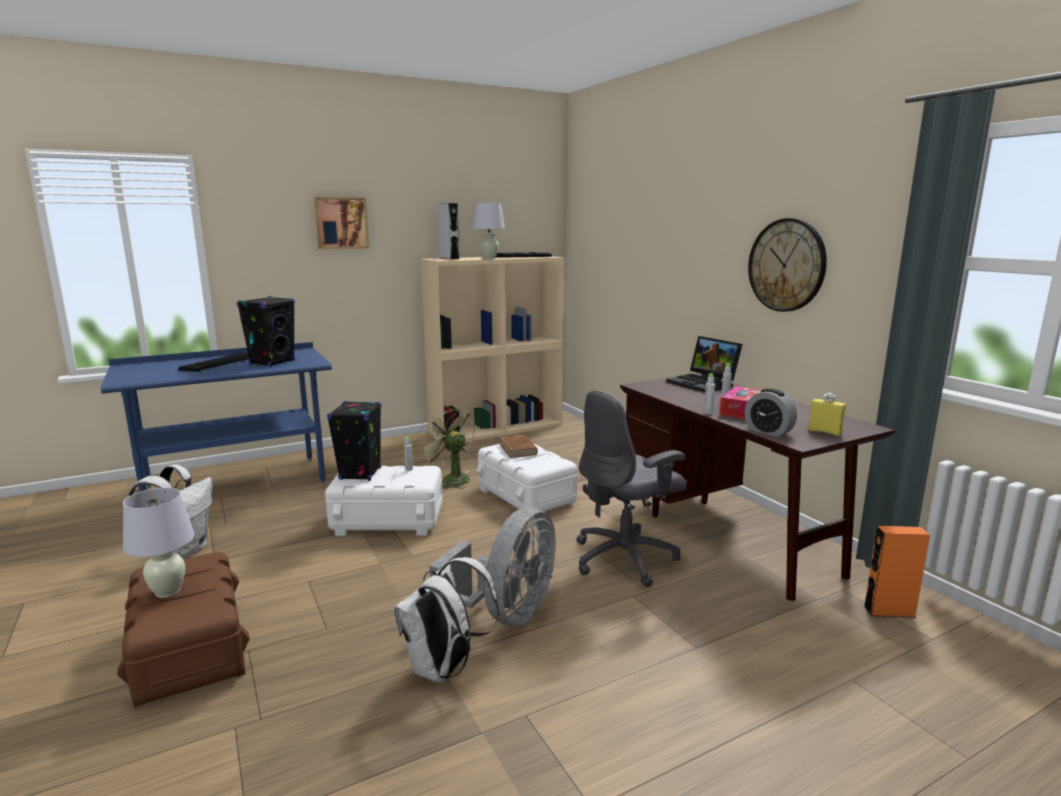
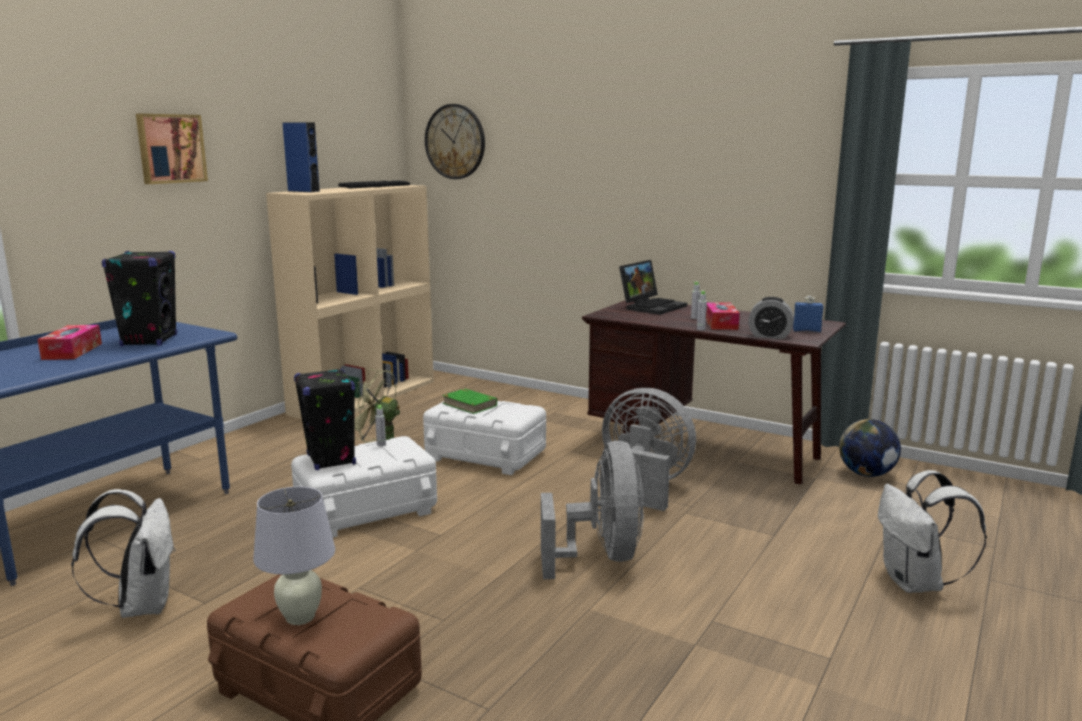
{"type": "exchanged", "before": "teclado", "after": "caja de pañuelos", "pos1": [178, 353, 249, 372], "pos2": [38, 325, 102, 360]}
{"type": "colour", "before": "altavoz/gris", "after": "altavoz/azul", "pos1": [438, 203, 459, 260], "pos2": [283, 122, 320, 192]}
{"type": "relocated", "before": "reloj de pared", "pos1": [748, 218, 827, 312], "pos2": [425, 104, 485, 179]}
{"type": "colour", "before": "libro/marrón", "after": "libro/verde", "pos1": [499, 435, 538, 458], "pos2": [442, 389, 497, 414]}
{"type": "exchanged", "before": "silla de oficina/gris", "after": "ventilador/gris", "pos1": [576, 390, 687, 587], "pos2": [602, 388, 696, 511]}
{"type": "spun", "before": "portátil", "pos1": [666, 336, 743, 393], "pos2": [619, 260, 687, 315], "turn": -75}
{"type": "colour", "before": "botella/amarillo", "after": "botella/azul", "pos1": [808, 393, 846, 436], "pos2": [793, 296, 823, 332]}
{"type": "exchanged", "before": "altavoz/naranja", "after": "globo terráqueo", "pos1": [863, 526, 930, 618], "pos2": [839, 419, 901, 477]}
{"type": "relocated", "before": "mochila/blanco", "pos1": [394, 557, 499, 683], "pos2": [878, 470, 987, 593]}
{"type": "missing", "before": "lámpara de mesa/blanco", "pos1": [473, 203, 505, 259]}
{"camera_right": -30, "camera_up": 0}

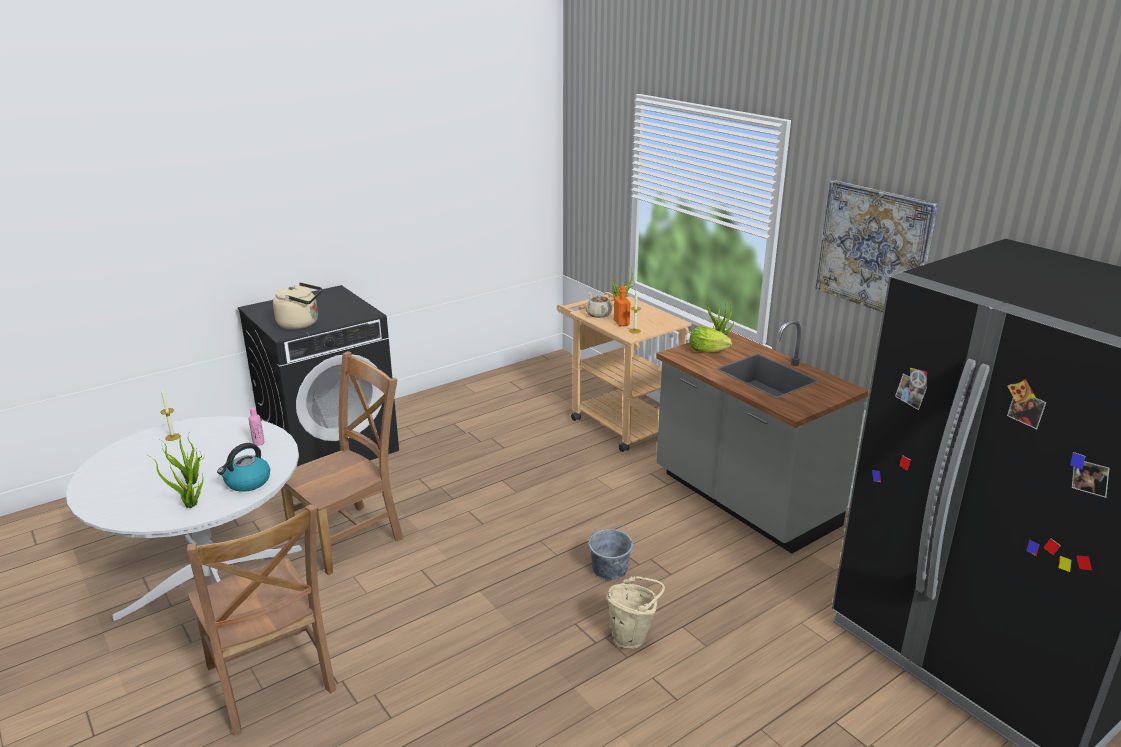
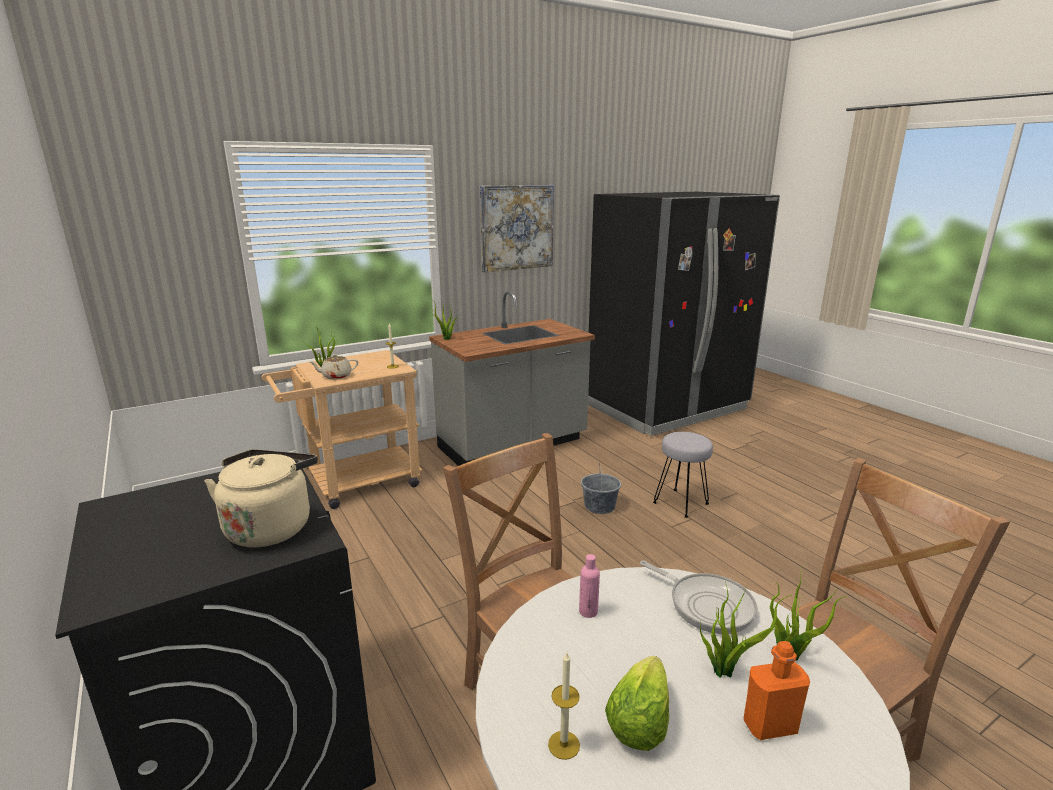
{"type": "relocated", "before": "lechuga", "pos1": [690, 326, 732, 353], "pos2": [605, 656, 669, 751]}
{"type": "exchanged", "before": "hervidor", "after": "sartén", "pos1": [217, 443, 270, 492], "pos2": [640, 560, 757, 634]}
{"type": "exchanged", "before": "cubo/beis", "after": "taburete/gris", "pos1": [607, 576, 665, 649], "pos2": [653, 432, 713, 518]}
{"type": "relocated", "before": "botella/naranja", "pos1": [614, 286, 631, 326], "pos2": [744, 641, 810, 740]}
{"camera_right": -85, "camera_up": -5}

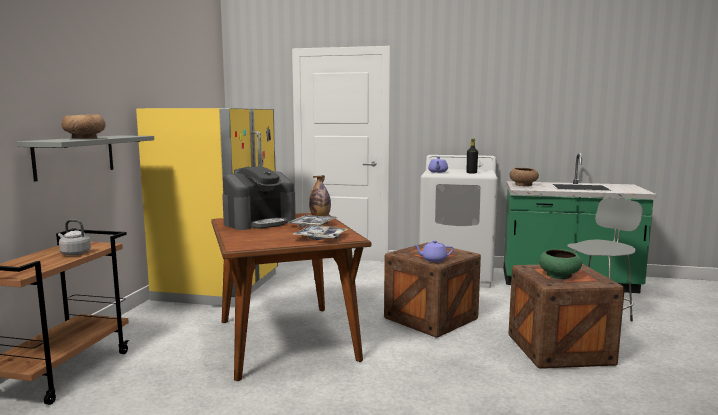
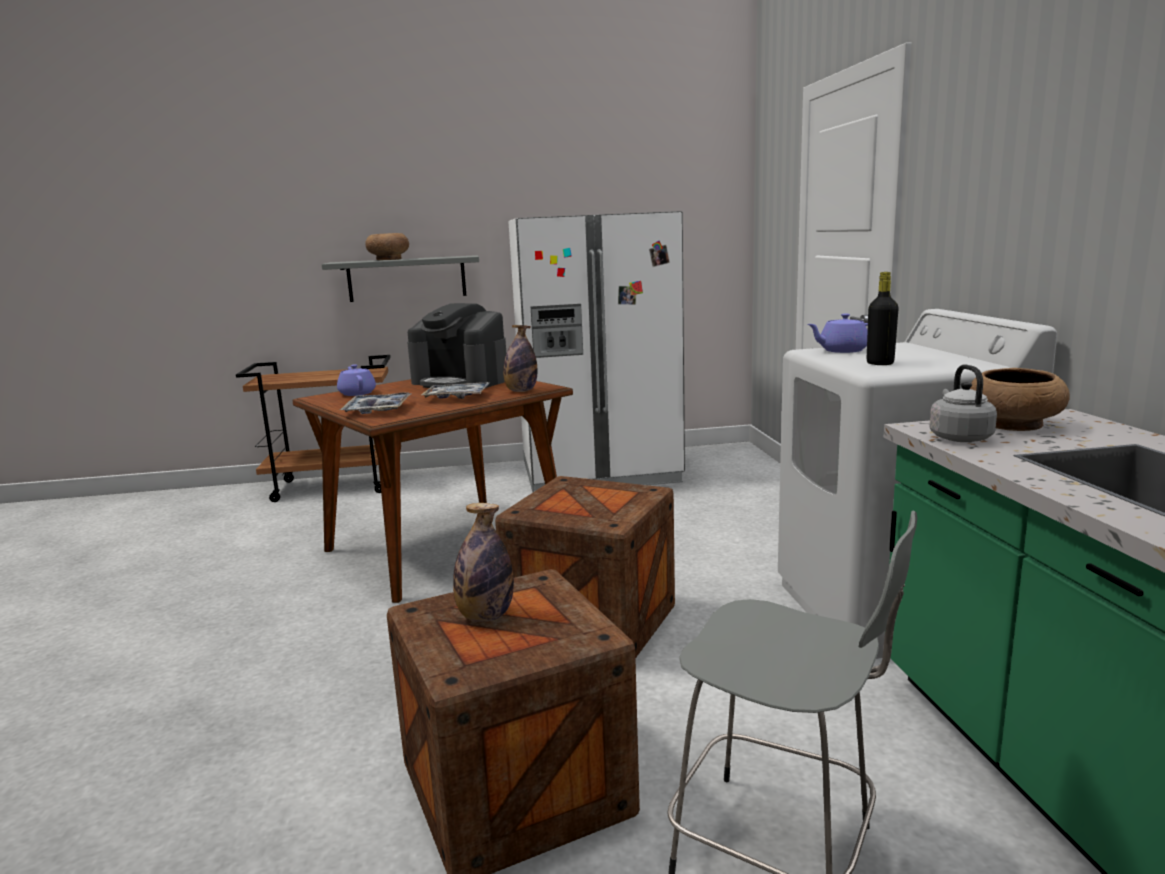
{"type": "relocated", "before": "tetera/morado", "pos1": [414, 240, 454, 262], "pos2": [337, 364, 376, 396]}
{"type": "exchanged", "before": "cuenco/verde", "after": "botella", "pos1": [539, 249, 582, 279], "pos2": [453, 503, 514, 622]}
{"type": "colour", "before": "nevera/amarillo", "after": "nevera/blanco", "pos1": [136, 108, 278, 306], "pos2": [508, 211, 685, 492]}
{"type": "relocated", "before": "hervidor/gris", "pos1": [58, 219, 91, 256], "pos2": [930, 364, 997, 442]}
{"camera_right": 70, "camera_up": 5}

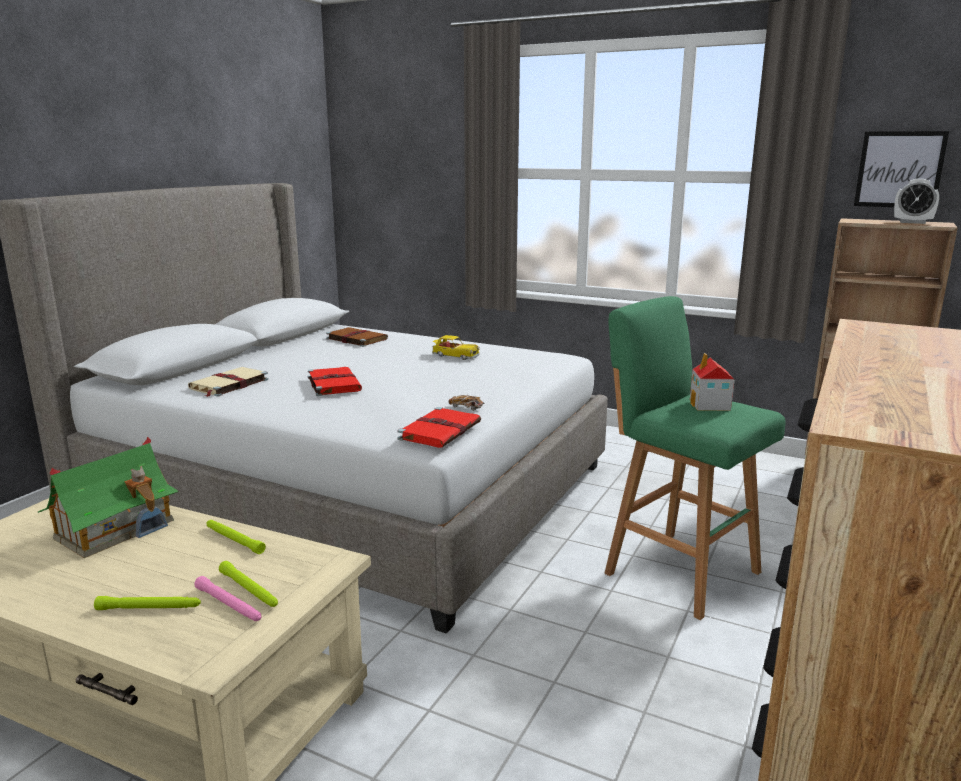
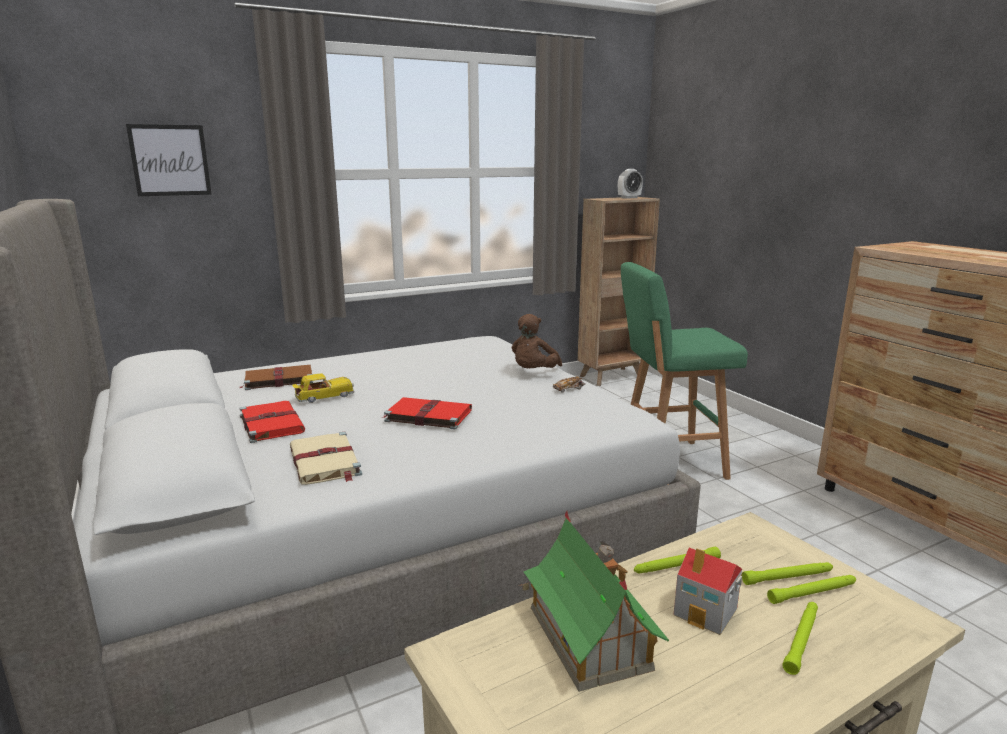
{"type": "relocated", "before": "cuadro", "pos1": [854, 131, 949, 207], "pos2": [126, 124, 212, 196]}
{"type": "relocated", "before": "libro/rojo", "pos1": [397, 407, 481, 448], "pos2": [240, 401, 305, 443]}
{"type": "relocated", "before": "coche de juguete", "pos1": [432, 335, 480, 360], "pos2": [292, 373, 354, 403]}
{"type": "appeared", "after": "peluche/marrón", "pos2": [512, 314, 562, 368]}
{"type": "relocated", "before": "casita", "pos1": [690, 353, 735, 411], "pos2": [674, 548, 742, 635]}
{"type": "colour", "before": "linterna/rosa", "after": "linterna/verde", "pos1": [194, 576, 262, 621], "pos2": [767, 575, 856, 604]}
{"camera_right": -55, "camera_up": 0}

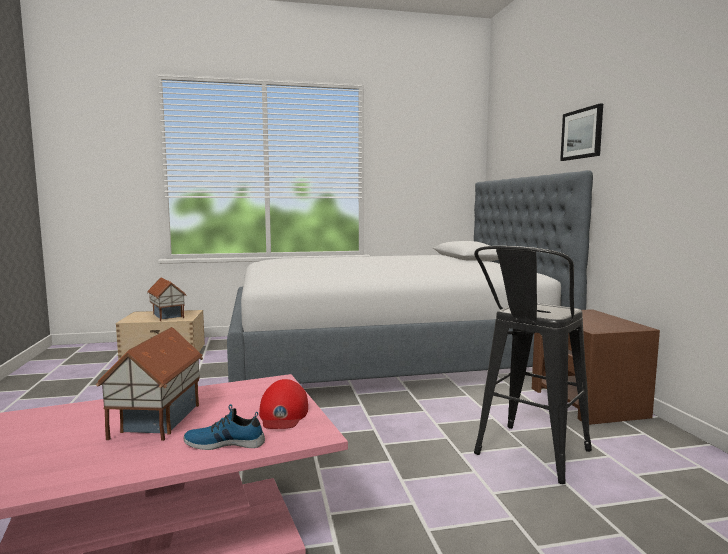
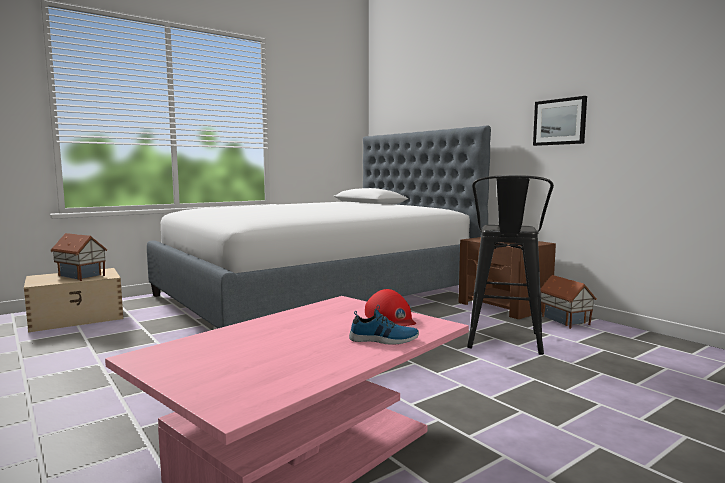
{"type": "spun", "before": "zapato", "pos1": [184, 404, 265, 450], "pos2": [349, 305, 419, 344], "turn": -150}
{"type": "relocated", "before": "cuadro", "pos1": [560, 104, 603, 161], "pos2": [533, 96, 587, 146]}
{"type": "relocated", "before": "casita", "pos1": [96, 327, 203, 441], "pos2": [541, 275, 597, 329]}
{"camera_right": -25, "camera_up": 0}

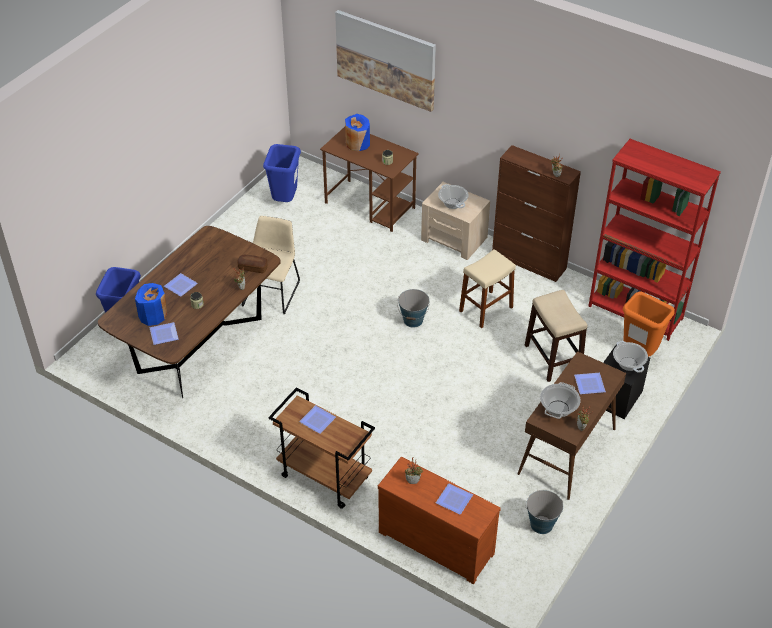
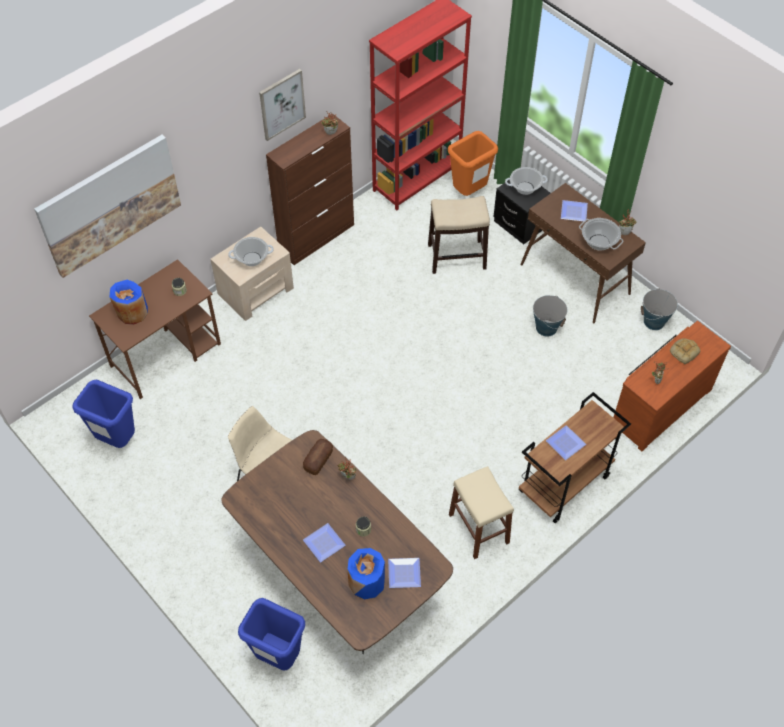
{"type": "appeared", "after": "cuadro", "pos2": [259, 69, 306, 141]}
{"type": "relocated", "before": "taburete/beis", "pos1": [459, 249, 516, 328], "pos2": [449, 466, 514, 559]}
{"type": "relocated", "before": "cubo", "pos1": [397, 289, 430, 328], "pos2": [533, 295, 568, 337]}
{"type": "exchanged", "before": "plato", "after": "pan", "pos1": [436, 483, 473, 515], "pos2": [670, 338, 700, 364]}
{"camera_right": -75, "camera_up": 10}

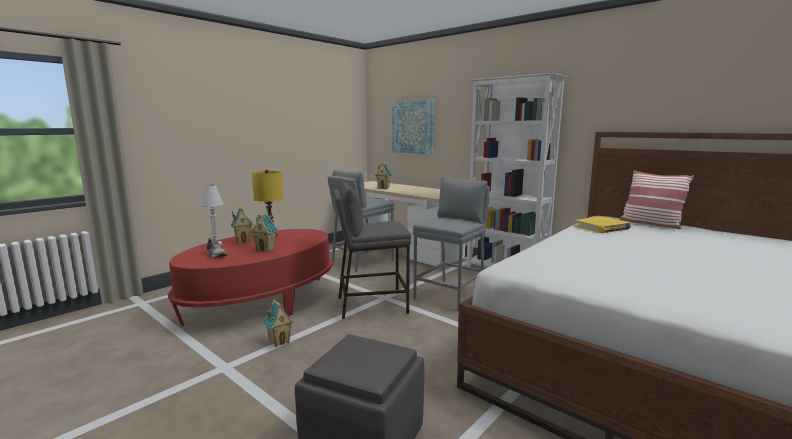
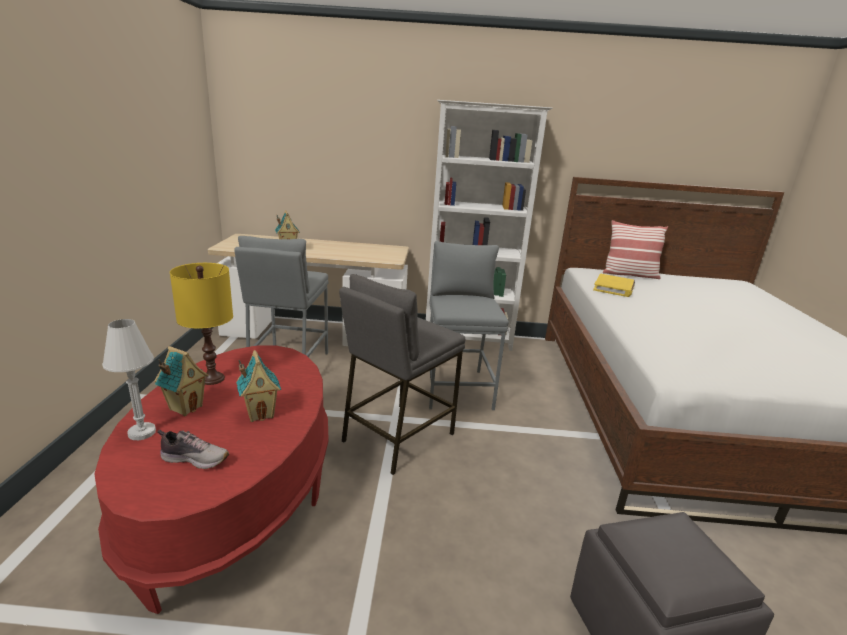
{"type": "missing", "before": "casita", "pos1": [263, 300, 294, 347]}
{"type": "missing", "before": "cuadro", "pos1": [392, 100, 434, 154]}
{"camera_right": -40, "camera_up": 10}

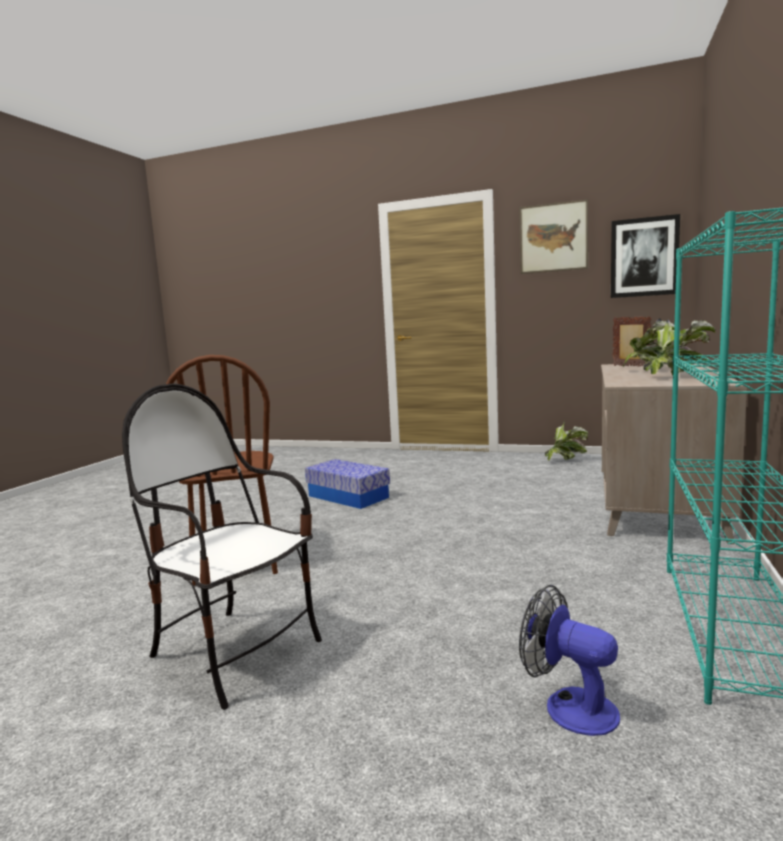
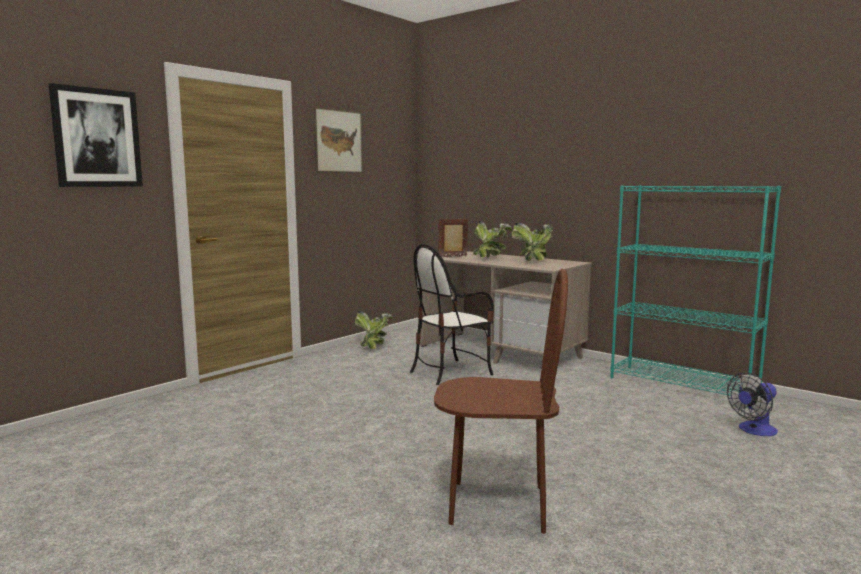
{"type": "relocated", "before": "cuadro", "pos1": [611, 214, 680, 298], "pos2": [49, 83, 143, 187]}
{"type": "relocated", "before": "silla", "pos1": [122, 384, 322, 710], "pos2": [410, 244, 494, 385]}
{"type": "missing", "before": "caja de almacenaje", "pos1": [305, 459, 390, 509]}
{"camera_right": -70, "camera_up": 0}

